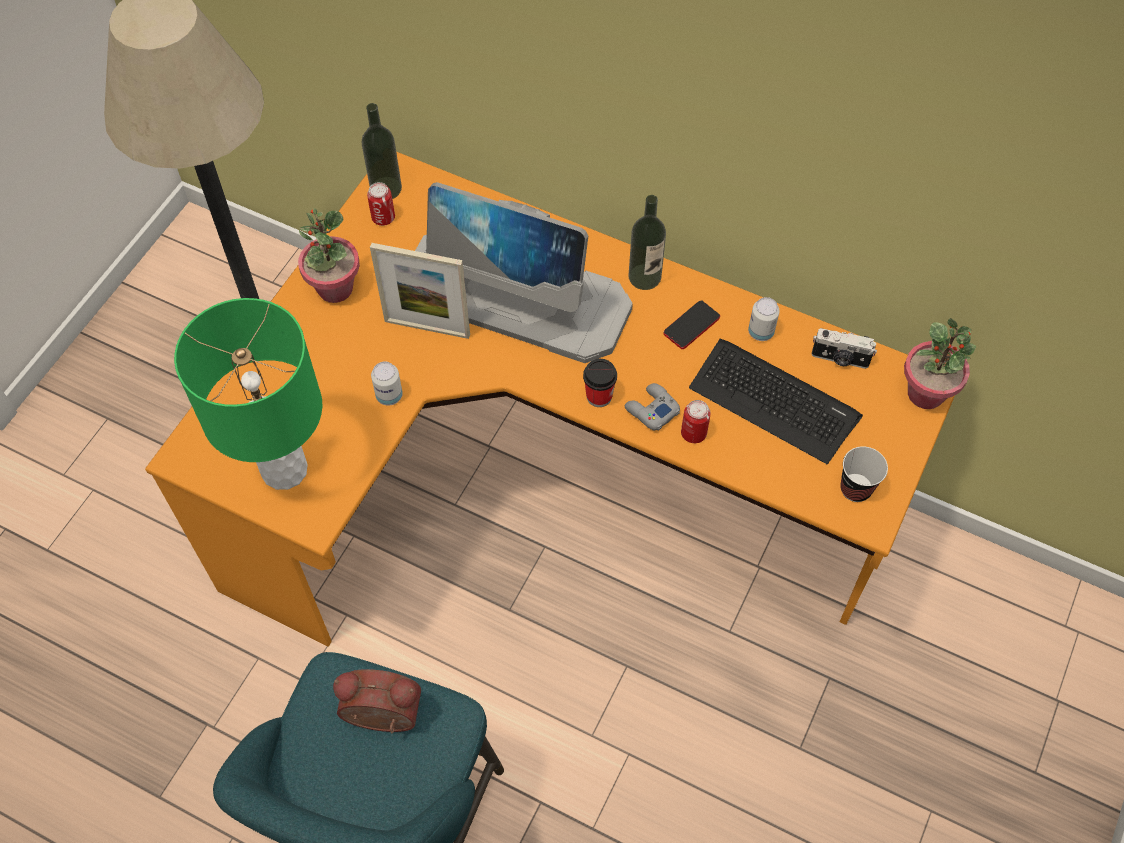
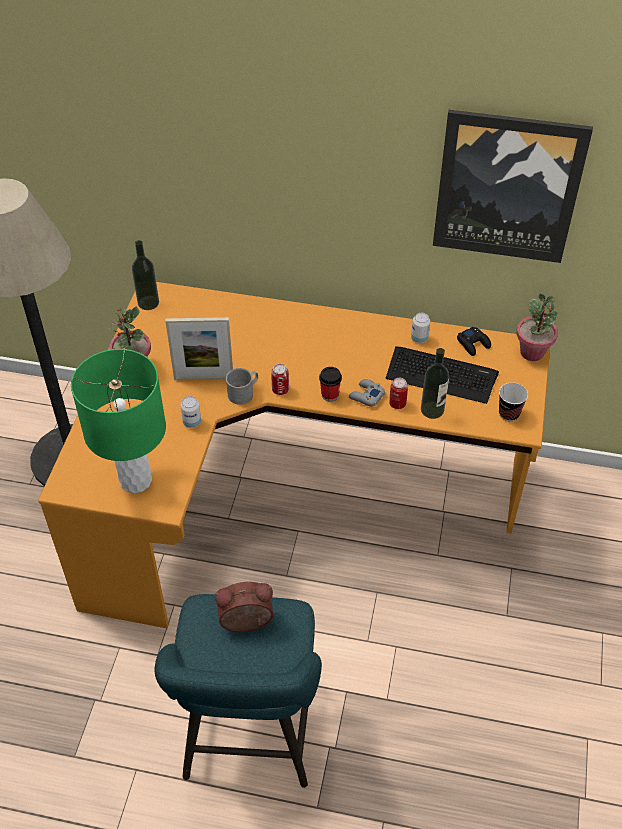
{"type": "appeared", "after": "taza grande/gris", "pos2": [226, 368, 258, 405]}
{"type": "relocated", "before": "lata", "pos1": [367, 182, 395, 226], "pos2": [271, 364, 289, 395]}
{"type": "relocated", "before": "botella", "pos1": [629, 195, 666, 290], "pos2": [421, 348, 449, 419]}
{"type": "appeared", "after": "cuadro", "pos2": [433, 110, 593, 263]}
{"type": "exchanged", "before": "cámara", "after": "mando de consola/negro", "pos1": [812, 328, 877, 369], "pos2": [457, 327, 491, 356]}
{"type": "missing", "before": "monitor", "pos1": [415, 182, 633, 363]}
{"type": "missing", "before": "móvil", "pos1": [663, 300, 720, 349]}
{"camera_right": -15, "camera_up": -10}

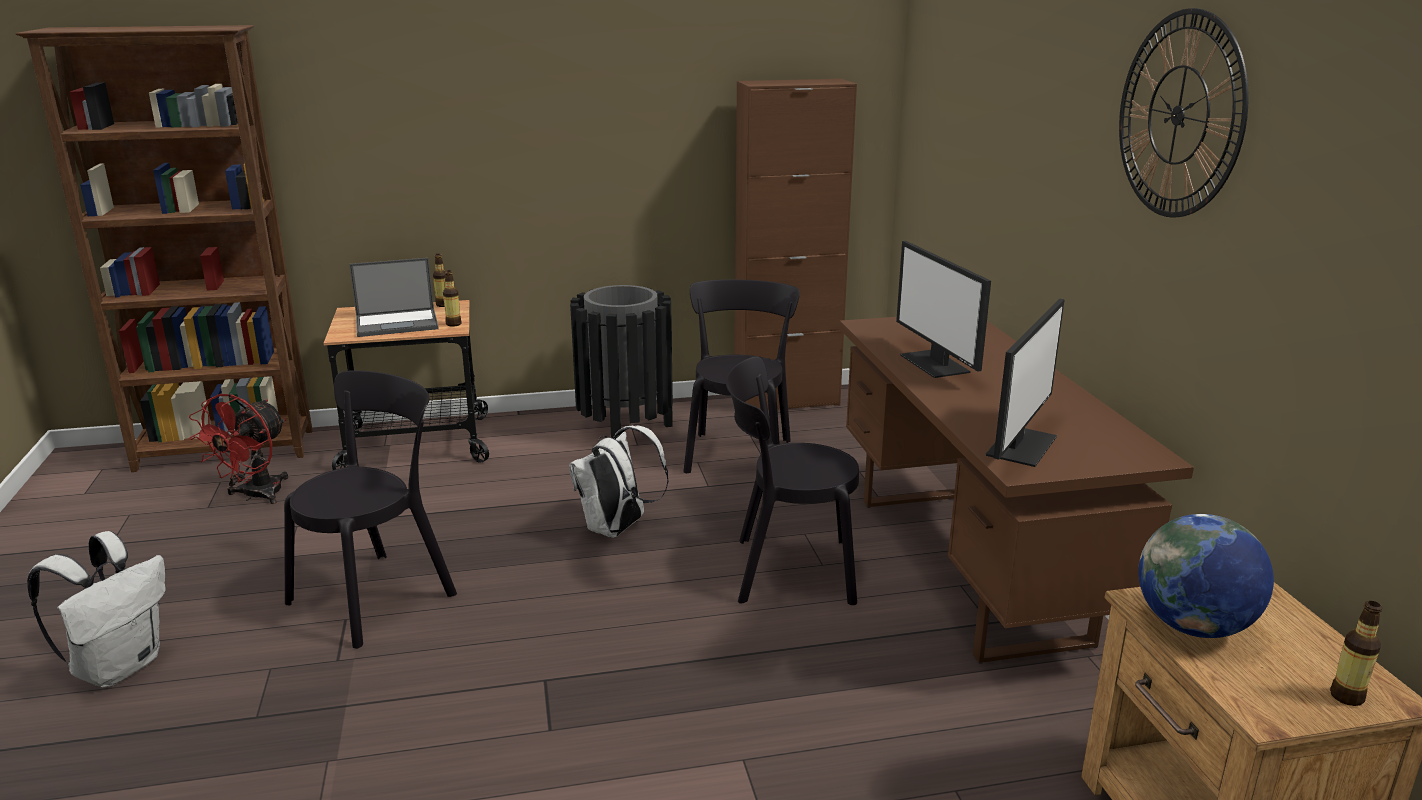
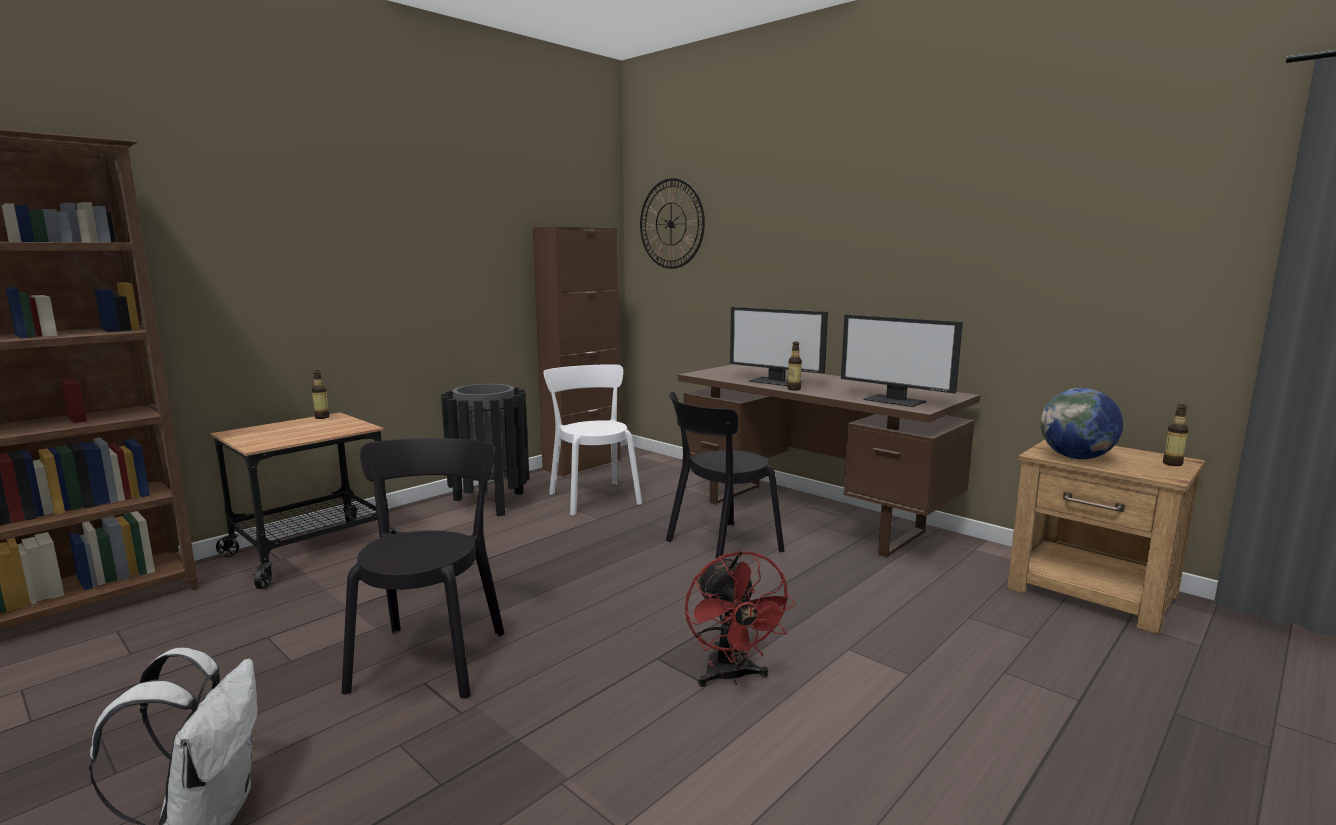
{"type": "colour", "before": "silla/negro", "after": "silla/blanco", "pos1": [683, 279, 800, 473], "pos2": [543, 364, 642, 516]}
{"type": "relocated", "before": "reloj de pared", "pos1": [1119, 8, 1249, 218], "pos2": [640, 178, 705, 269]}
{"type": "relocated", "before": "ventilador/rojo", "pos1": [189, 394, 288, 504], "pos2": [685, 550, 796, 687]}
{"type": "relocated", "before": "botella", "pos1": [443, 270, 461, 327], "pos2": [787, 342, 802, 391]}
{"type": "spun", "before": "monitor", "pos1": [985, 299, 1065, 467], "pos2": [841, 314, 963, 407], "turn": 135}
{"type": "missing", "before": "portátil", "pos1": [349, 258, 439, 337]}
{"type": "missing", "before": "mochila/blanco", "pos1": [569, 426, 669, 538]}
{"camera_right": -35, "camera_up": -10}

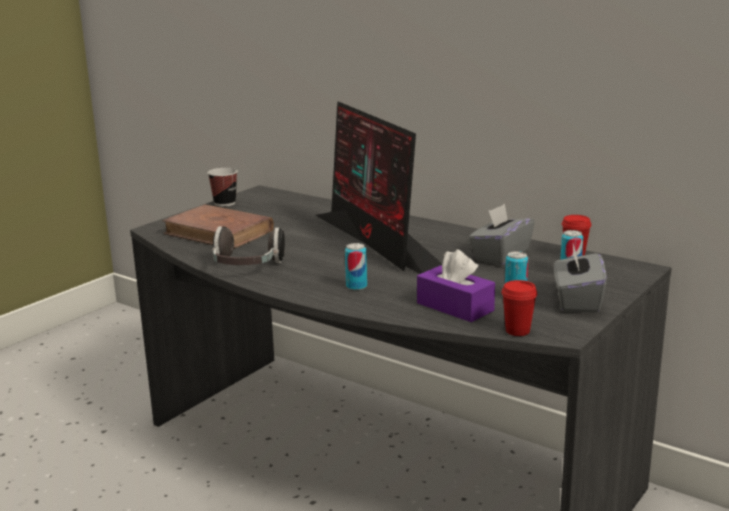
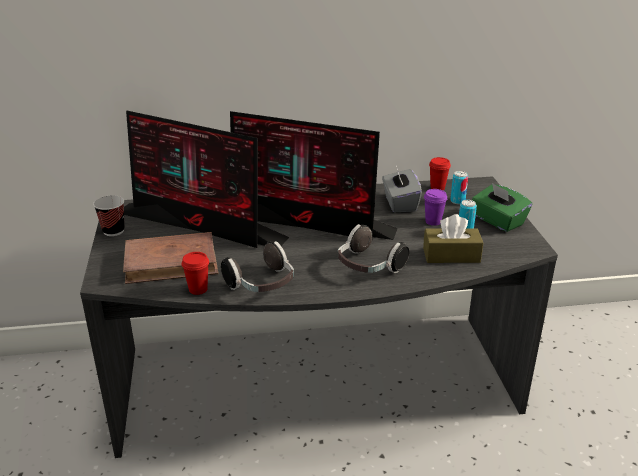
{"type": "appeared", "after": "monitor", "pos2": [124, 111, 289, 248]}
{"type": "relocated", "before": "taza/rojo", "pos1": [501, 280, 537, 336], "pos2": [182, 252, 209, 295]}
{"type": "exchanged", "before": "lata", "after": "auriculares", "pos1": [345, 243, 367, 290], "pos2": [338, 224, 409, 273]}
{"type": "colour", "before": "caja de pañuelos/morado", "after": "caja de pañuelos/marrón", "pos1": [417, 249, 495, 322], "pos2": [423, 214, 483, 263]}
{"type": "appeared", "after": "taza/morado", "pos2": [424, 189, 447, 226]}
{"type": "colour", "before": "caja de pañuelos/gris", "after": "caja de pañuelos/verde", "pos1": [554, 244, 607, 313], "pos2": [472, 183, 532, 232]}
{"camera_right": -45, "camera_up": 10}

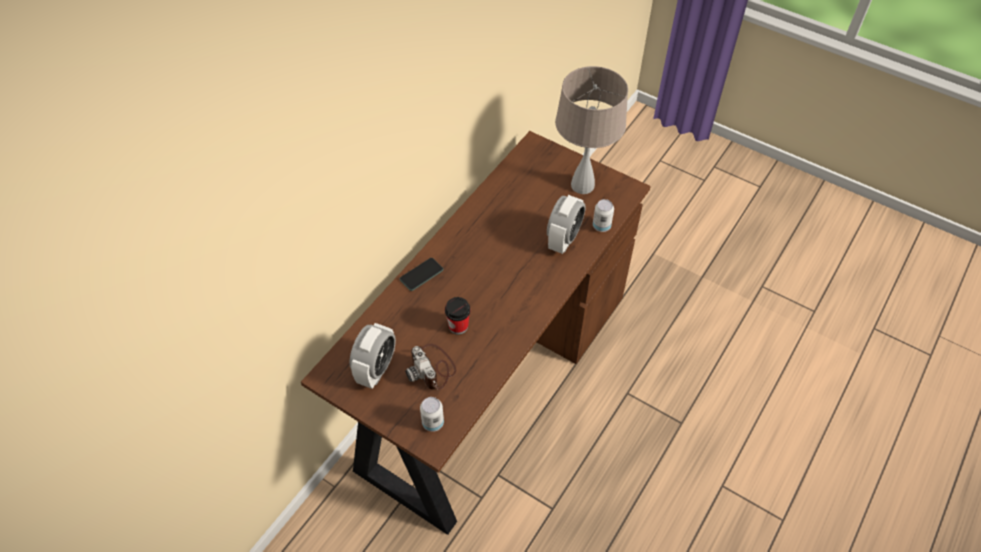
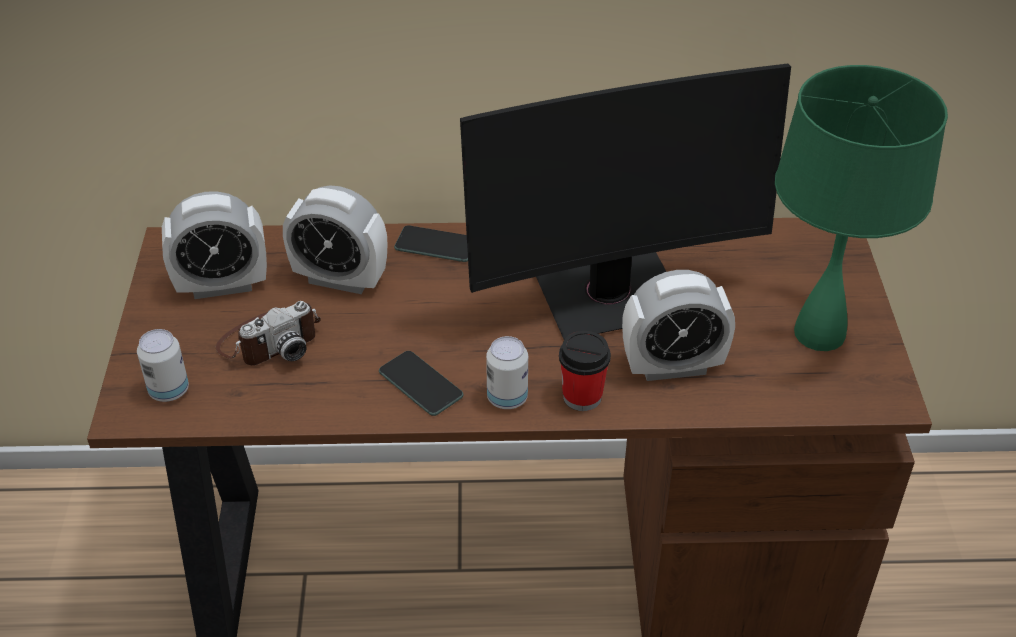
{"type": "spun", "before": "cámara", "pos1": [405, 344, 456, 390], "pos2": [216, 301, 321, 365], "turn": -150}
{"type": "appeared", "after": "despertador", "pos2": [283, 185, 387, 294]}
{"type": "appeared", "after": "móvil", "pos2": [379, 351, 464, 416]}
{"type": "appeared", "after": "monitor", "pos2": [460, 64, 791, 339]}
{"type": "relocated", "before": "lata", "pos1": [593, 199, 614, 232], "pos2": [486, 336, 528, 409]}
{"type": "relocated", "before": "taza", "pos1": [445, 297, 471, 335], "pos2": [559, 331, 611, 411]}
{"type": "colour", "before": "lámpara de mesa/beis", "after": "lámpara de mesa/verde", "pos1": [555, 66, 628, 194], "pos2": [775, 65, 948, 351]}
{"camera_right": 55, "camera_up": -10}

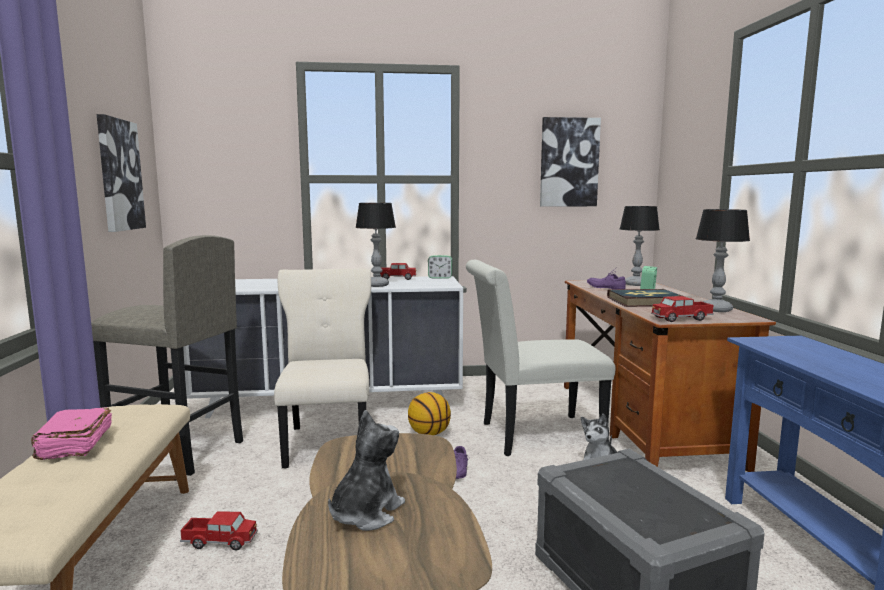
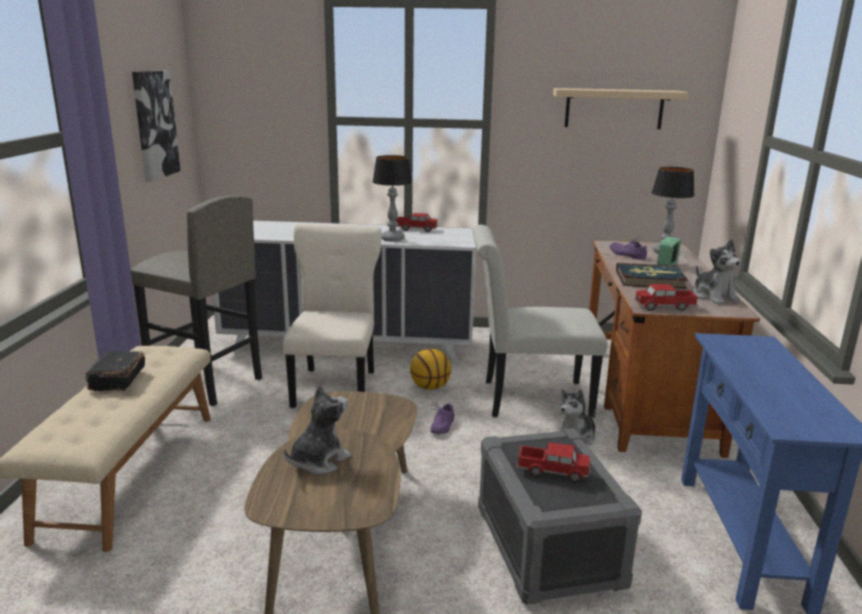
{"type": "colour", "before": "libro/rosa", "after": "libro/negro", "pos1": [31, 408, 112, 460], "pos2": [86, 351, 145, 391]}
{"type": "relocated", "before": "camión de juguete", "pos1": [180, 511, 258, 550], "pos2": [517, 443, 590, 483]}
{"type": "exchanged", "before": "cuadro", "after": "estante/beis", "pos1": [540, 117, 601, 206], "pos2": [553, 88, 689, 129]}
{"type": "exchanged", "before": "lámpara de mesa", "after": "peluche", "pos1": [696, 209, 750, 312], "pos2": [694, 239, 741, 305]}
{"type": "missing", "before": "despertador", "pos1": [428, 255, 452, 279]}
{"camera_right": 10, "camera_up": 10}

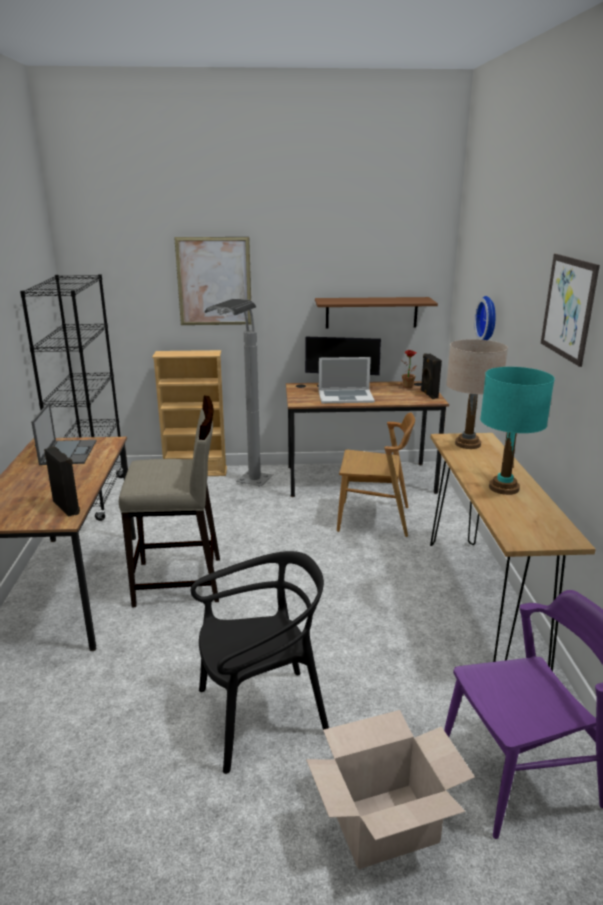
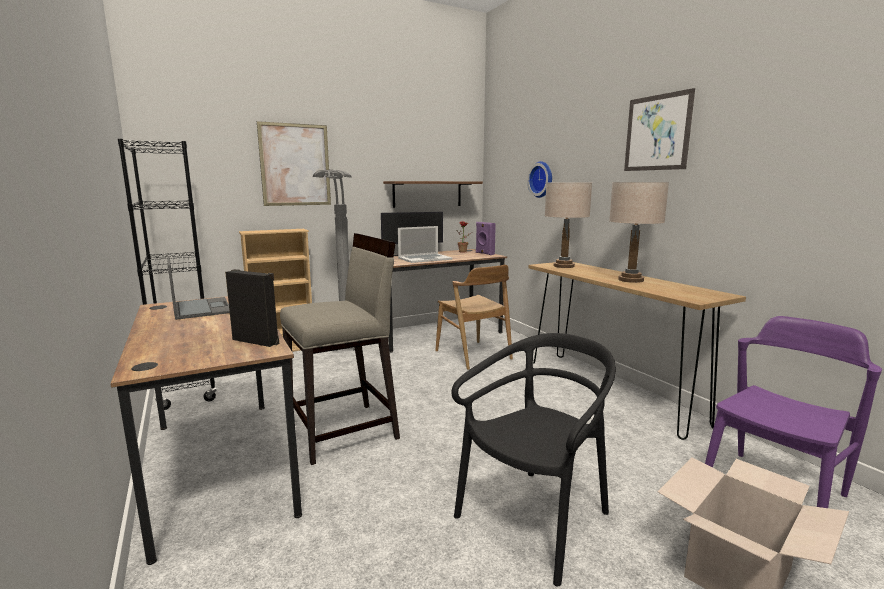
{"type": "spun", "before": "silla/marrón", "pos1": [337, 412, 415, 537], "pos2": [435, 265, 513, 370], "turn": 75}
{"type": "colour", "before": "altavoz/negro", "after": "altavoz/morado", "pos1": [421, 353, 442, 399], "pos2": [476, 222, 496, 255]}
{"type": "colour", "before": "lámpara de mesa/turquesa", "after": "lámpara de mesa/beis", "pos1": [480, 367, 555, 495], "pos2": [609, 182, 669, 283]}
{"camera_right": -25, "camera_up": -10}

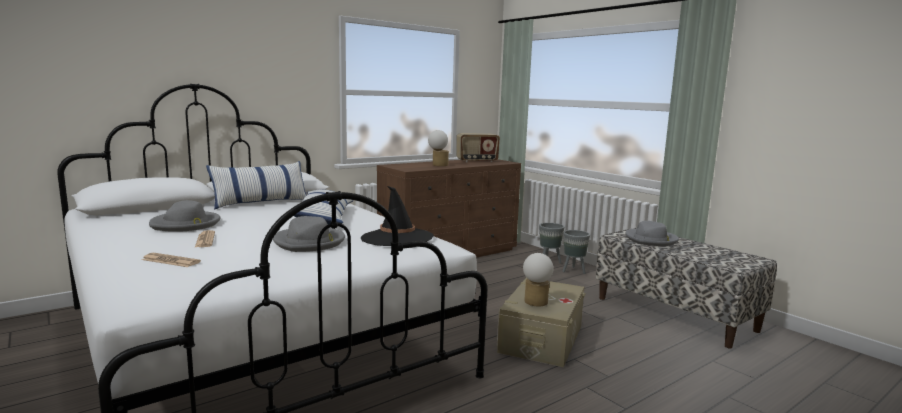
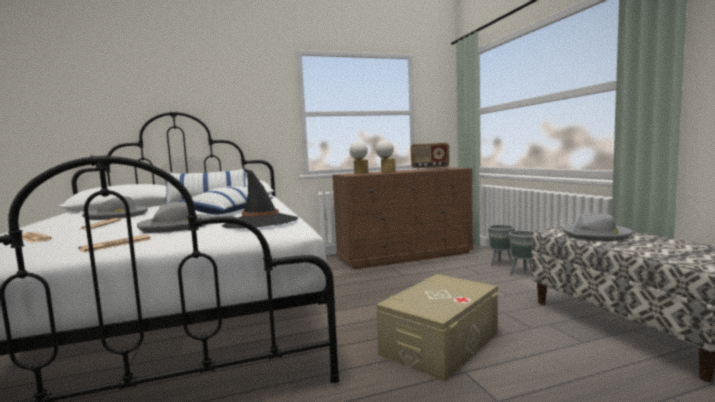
{"type": "appeared", "after": "periódico", "pos2": [78, 234, 151, 252]}
{"type": "relocated", "before": "lámpara de mesa", "pos1": [523, 253, 554, 306], "pos2": [350, 141, 369, 174]}
{"camera_right": 20, "camera_up": -5}

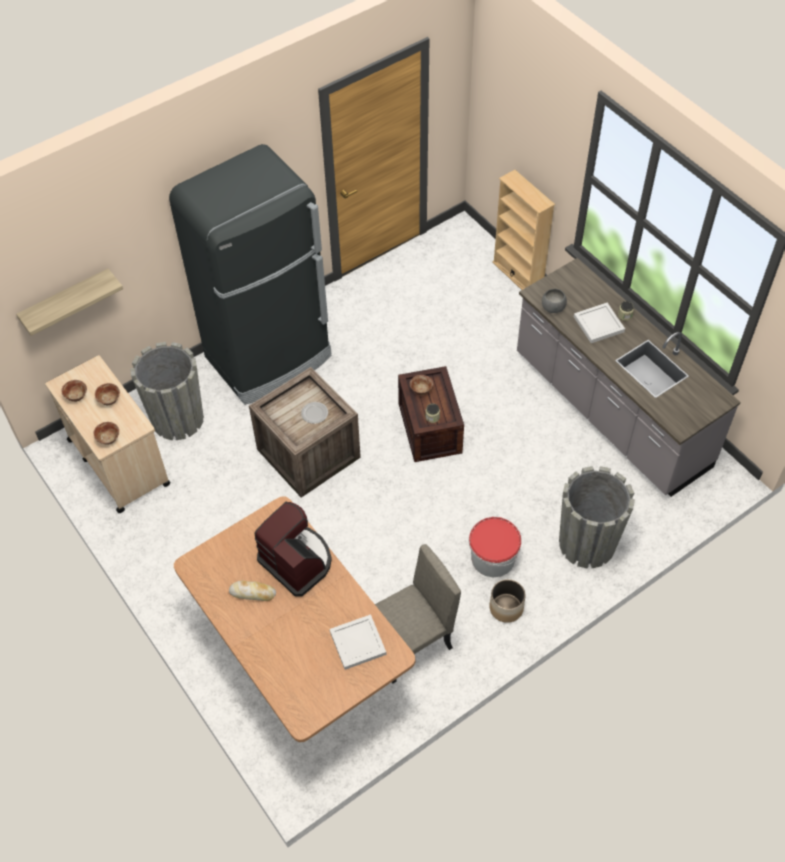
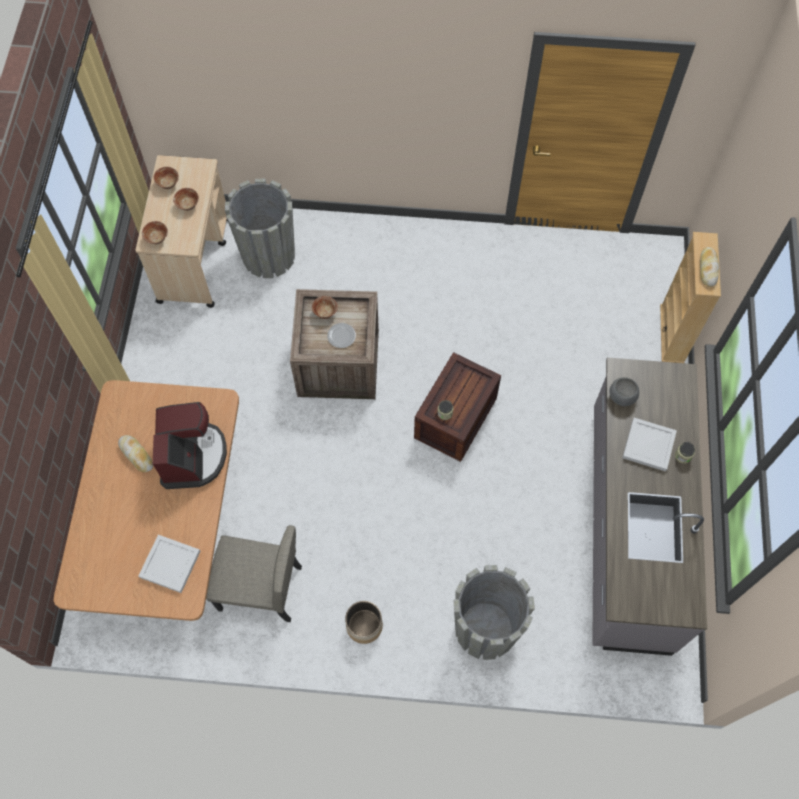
{"type": "relocated", "before": "cuenco", "pos1": [410, 375, 433, 395], "pos2": [312, 296, 338, 319]}
{"type": "appeared", "after": "pan", "pos2": [700, 247, 719, 287]}
{"type": "missing", "before": "estante", "pos1": [16, 268, 123, 336]}
{"type": "missing", "before": "nevera/negro", "pos1": [169, 144, 332, 405]}
{"type": "missing", "before": "cubo", "pos1": [469, 517, 521, 577]}
{"camera_right": 40, "camera_up": 10}

